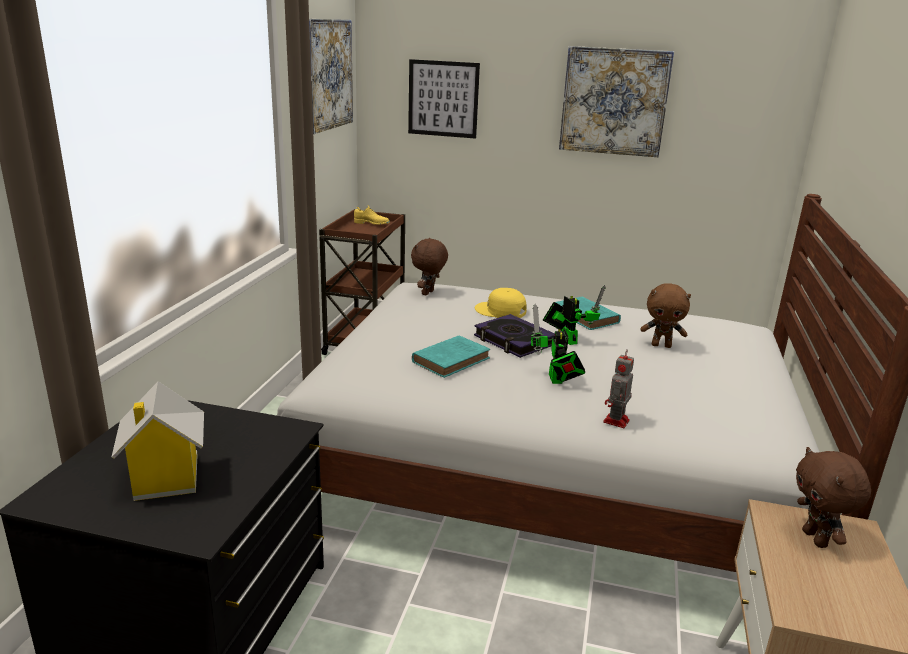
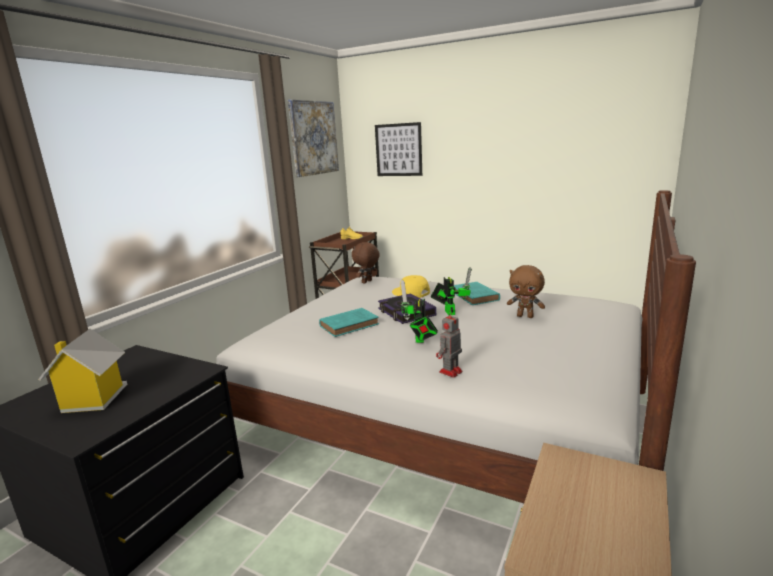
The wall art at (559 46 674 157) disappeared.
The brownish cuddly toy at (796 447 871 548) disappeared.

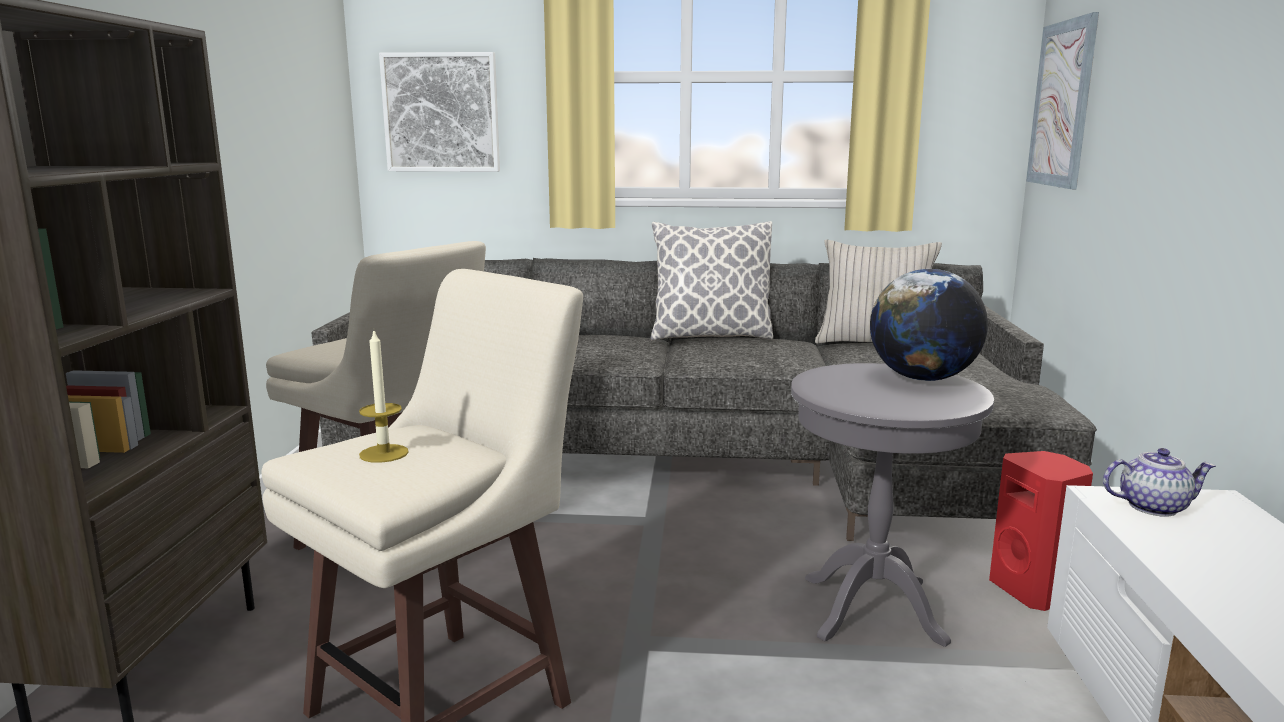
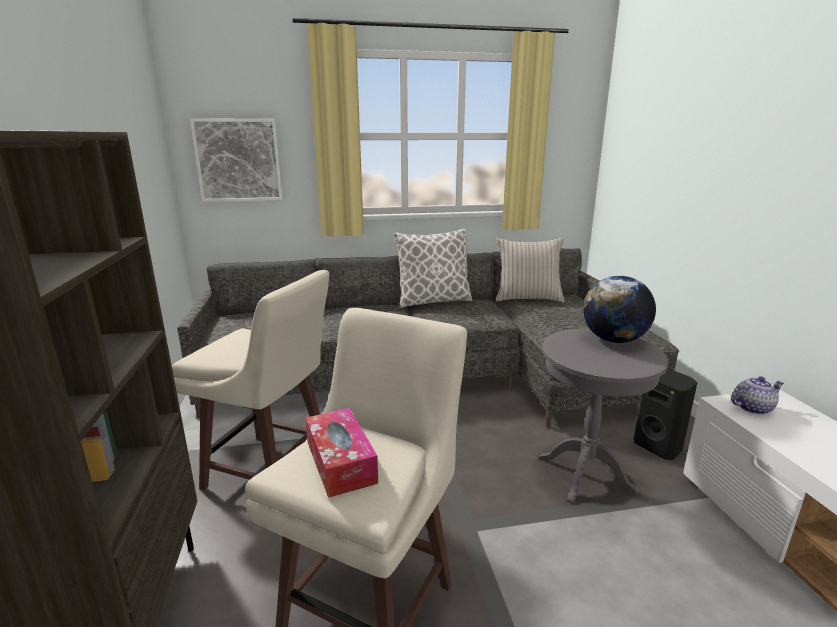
The candle at (359 331 409 463) was replaced by the box of tissues at (305 408 378 498).
The red-coloured speaker at (989 451 1093 611) became the black speaker at (634 370 697 460).
The wall art at (1026 12 1099 189) disappeared.

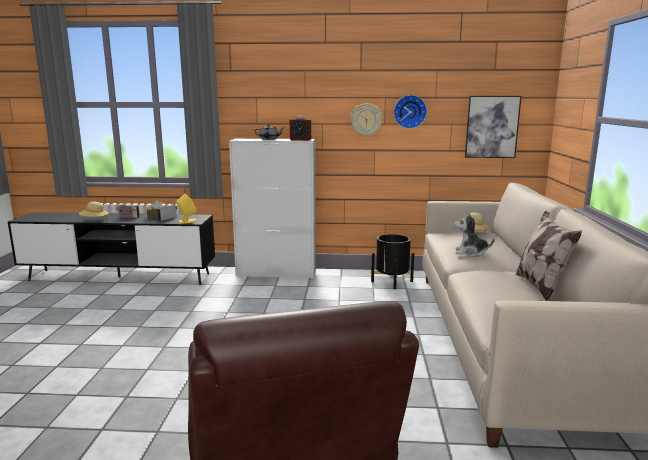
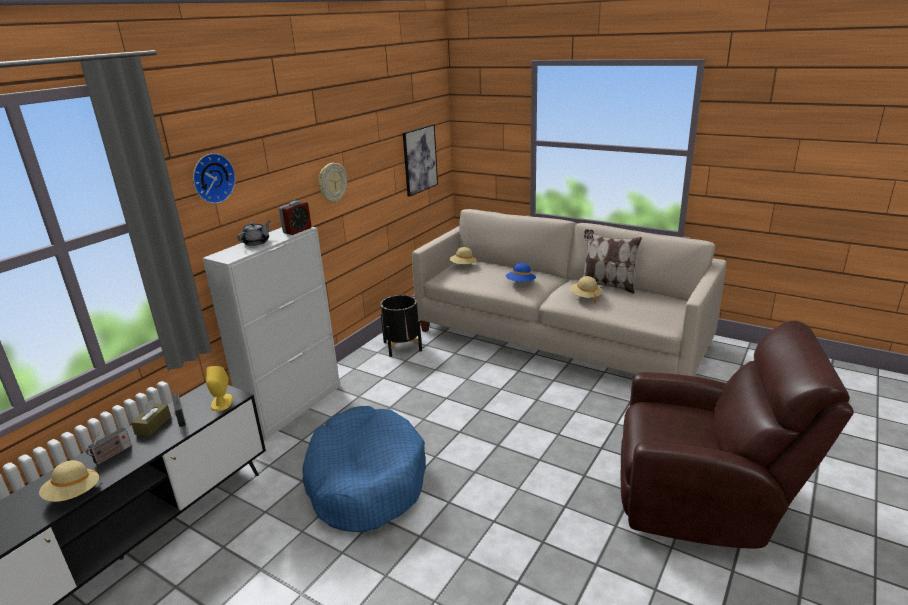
The wall clock moved from (394 95 427 129) to (193 153 236 204).
The blue dog cushion at (302 406 426 533) appeared.
The cuddly toy at (454 213 495 257) was replaced by the blue hat at (506 263 536 282).
The beige hat at (570 276 602 303) appeared.

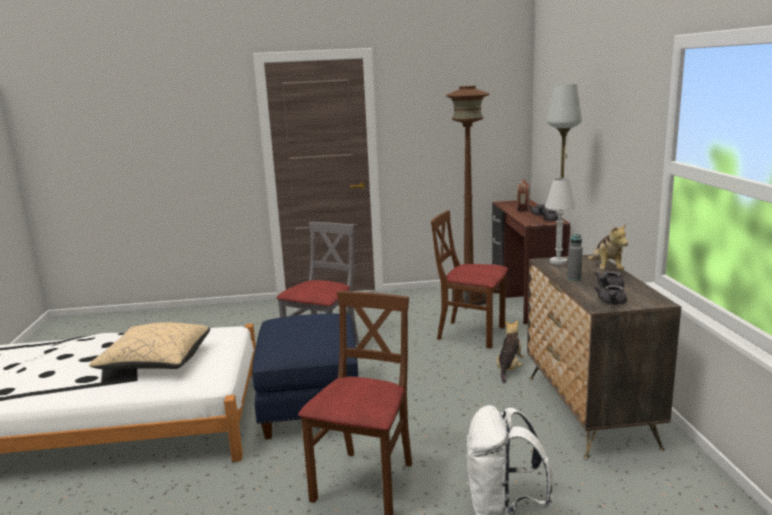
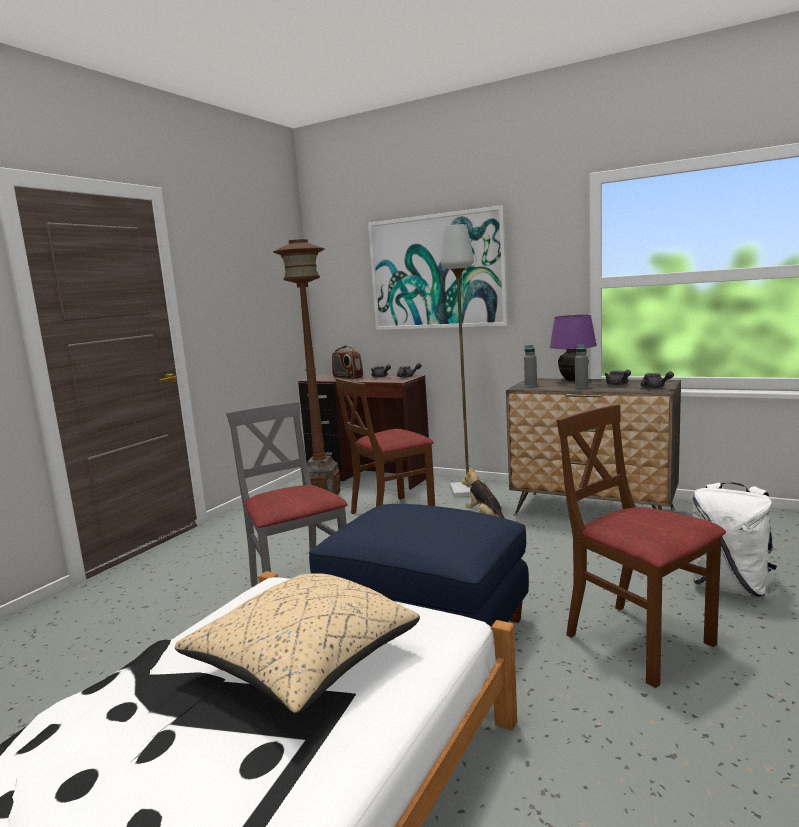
The wall art at (368 205 509 330) appeared.
The whitish lamp for a table at (545 178 576 265) was replaced by the gray bottle at (524 345 537 387).
The cuddly toy at (588 224 628 270) was replaced by the purplish lamp for a table at (550 315 597 381).

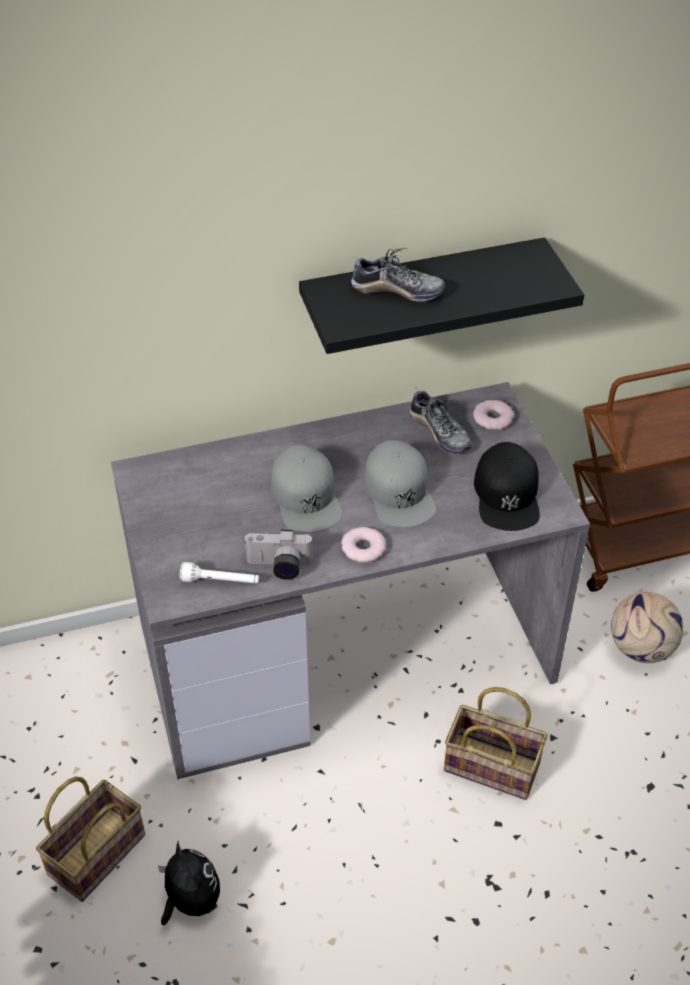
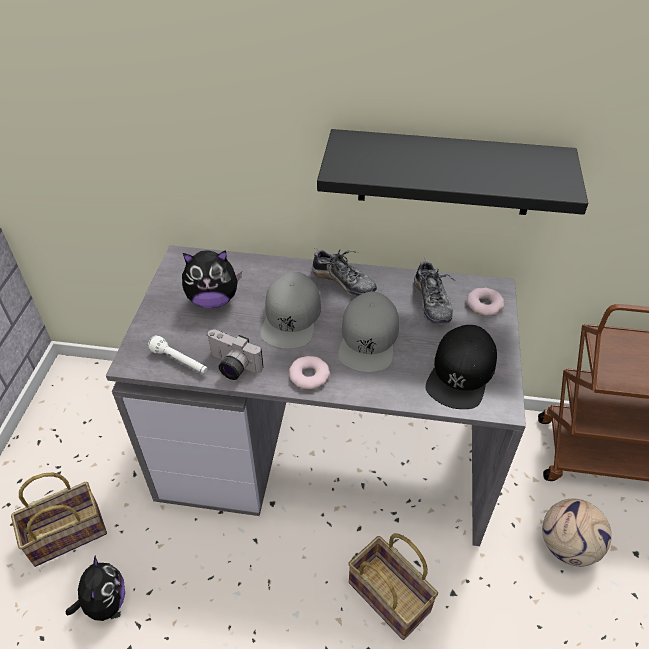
The cuddly toy at (182 250 242 308) appeared.
The item of footwear moved from (351 248 446 302) to (312 248 377 297).

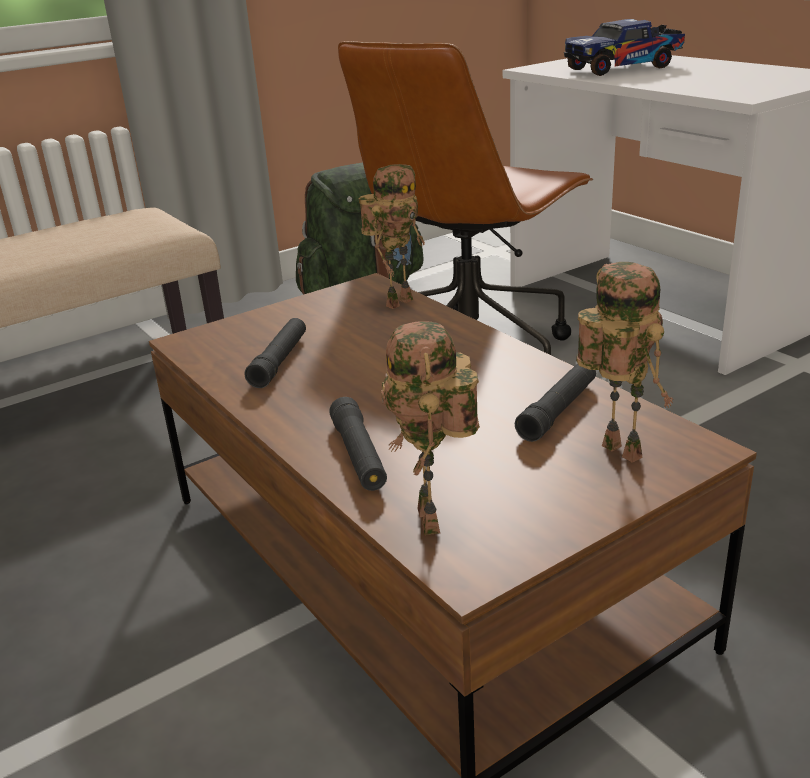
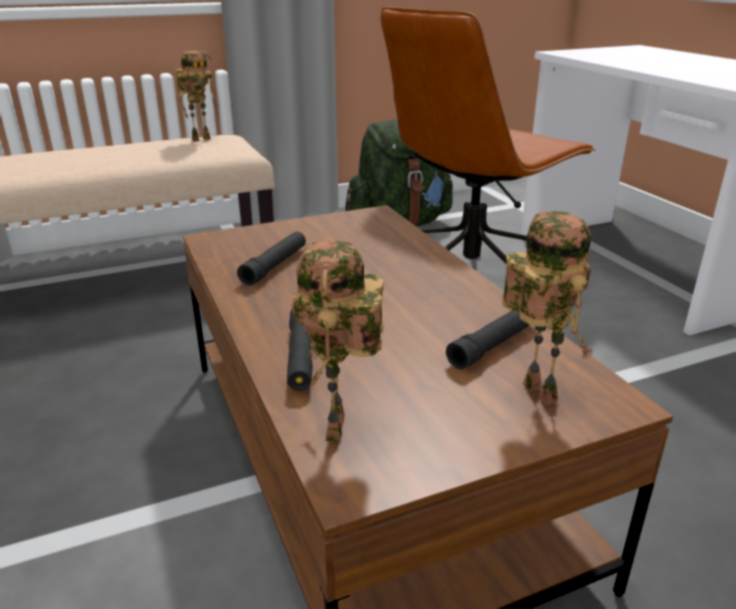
The robot figure moved from (359 164 425 309) to (175 50 217 142).
The toy truck at (564 19 685 76) disappeared.

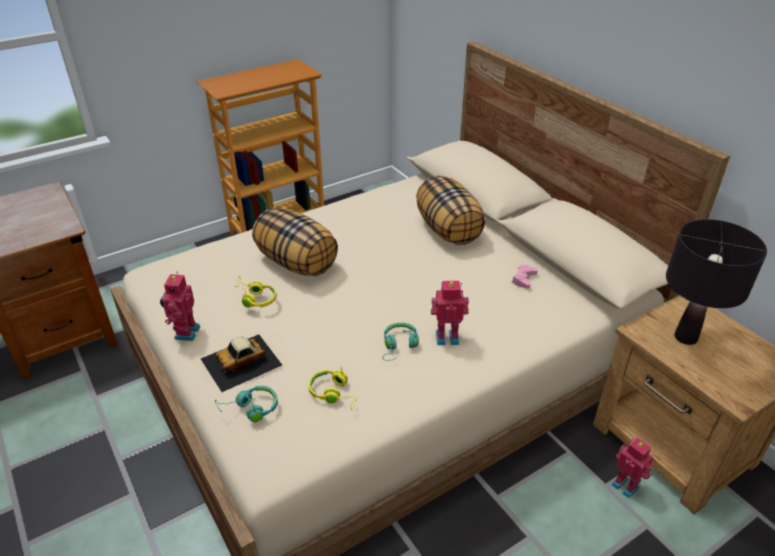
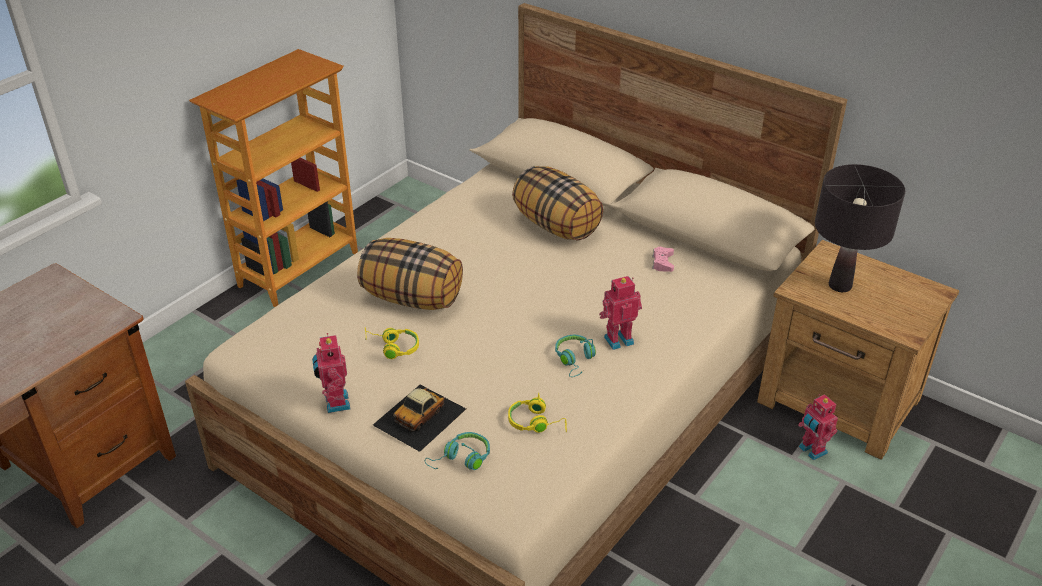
The robot figure at (611 438 654 498) turned 150 degrees counterclockwise.

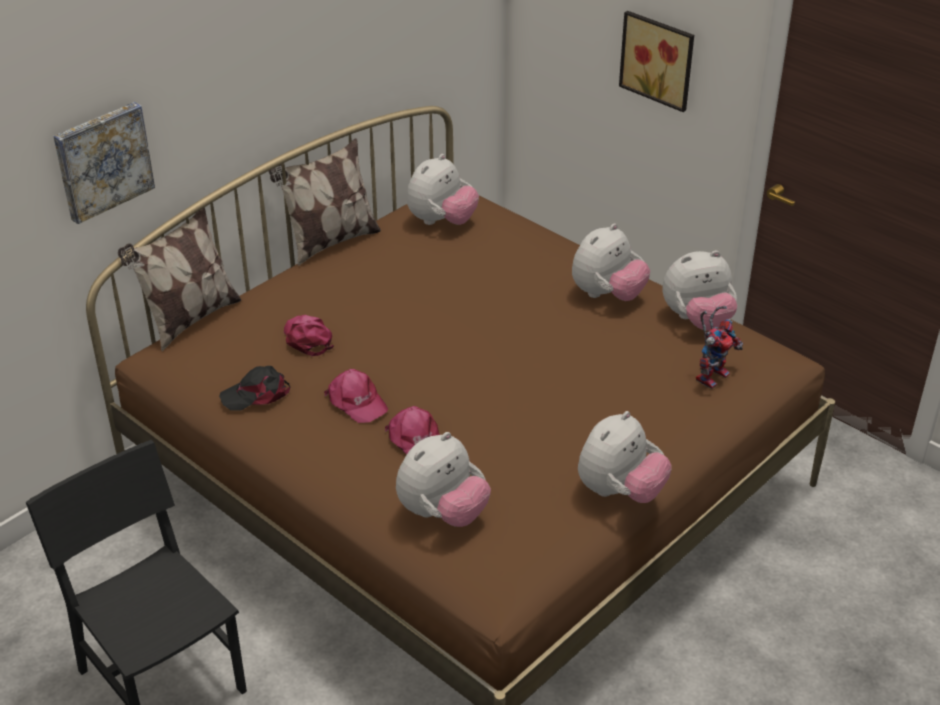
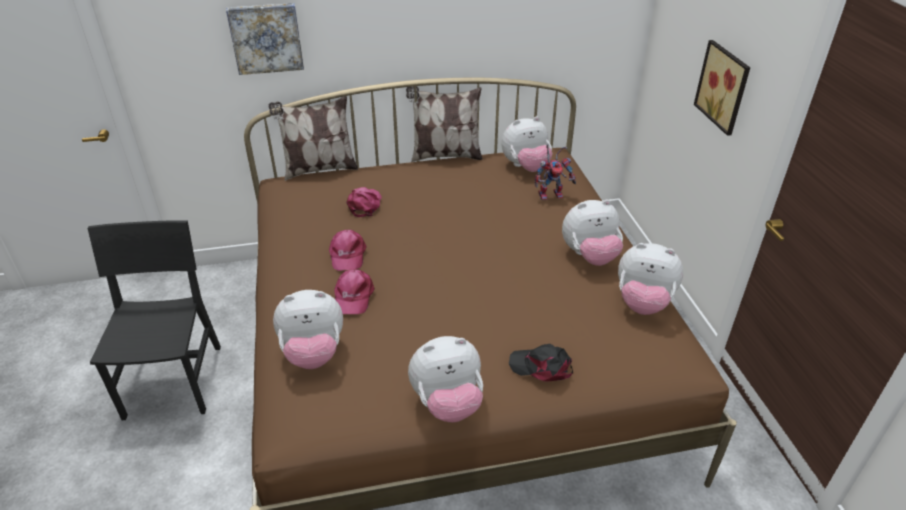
The black baseball cap moved from (219 366 290 411) to (509 344 573 382).
The robot figure moved from (696 306 743 389) to (534 144 576 200).

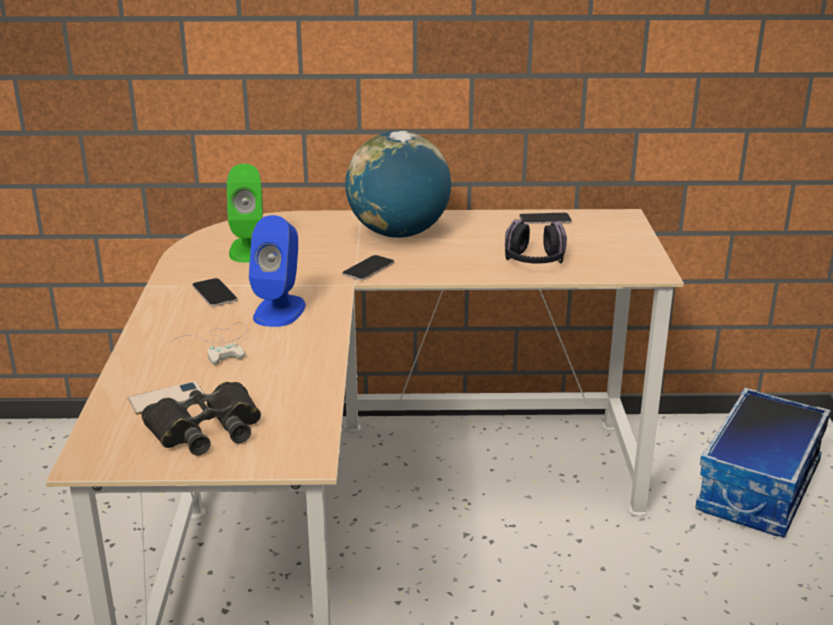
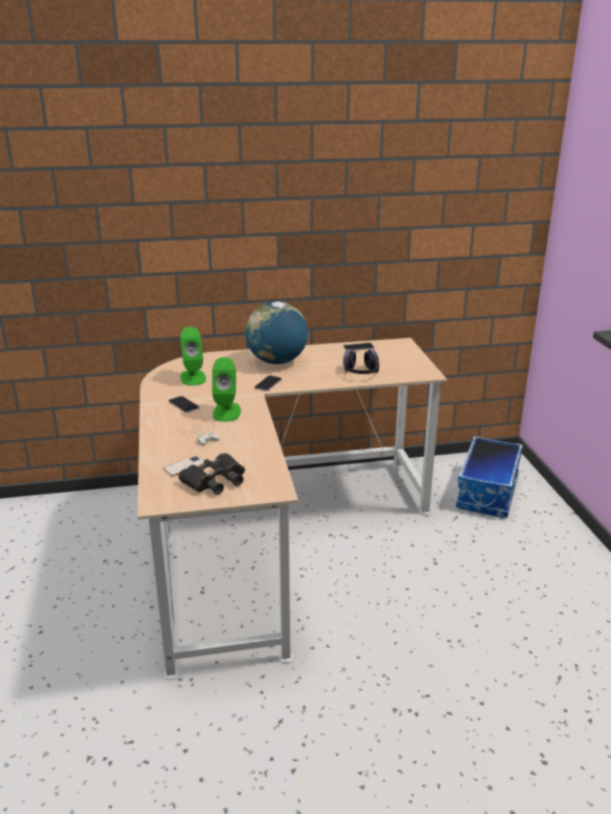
The blue speaker at (249 215 306 327) became the green-coloured speaker at (212 357 241 422).

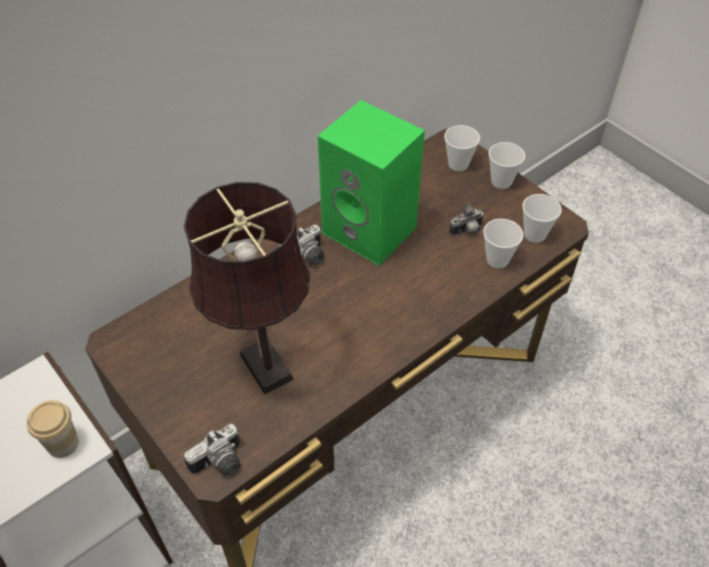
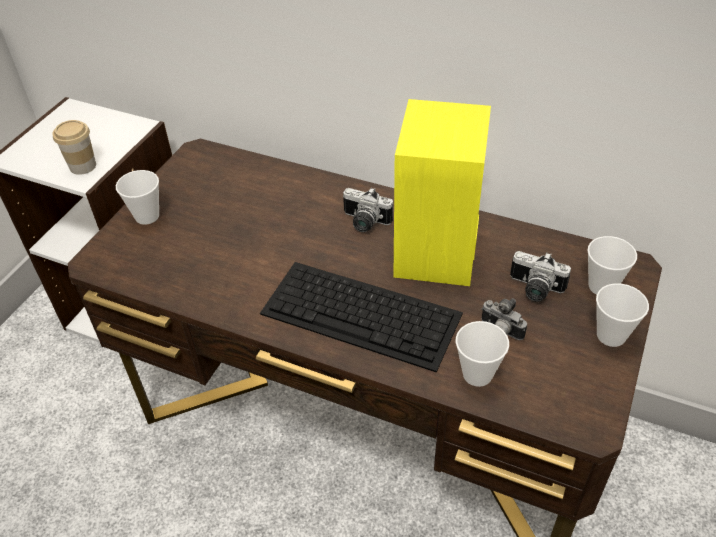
The drinking cup moved from (522 194 562 243) to (116 170 159 225).
The computer keyboard at (260 262 463 373) appeared.
The green-coloured speaker at (318 100 425 266) became the yellowish speaker at (393 99 491 286).
The still camera moved from (184 424 240 477) to (510 251 571 302).
The brownish lamp for a table at (184 182 310 395) disappeared.

